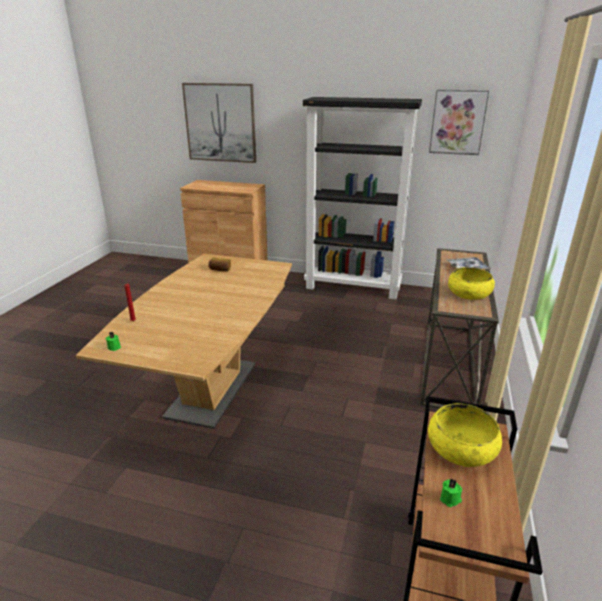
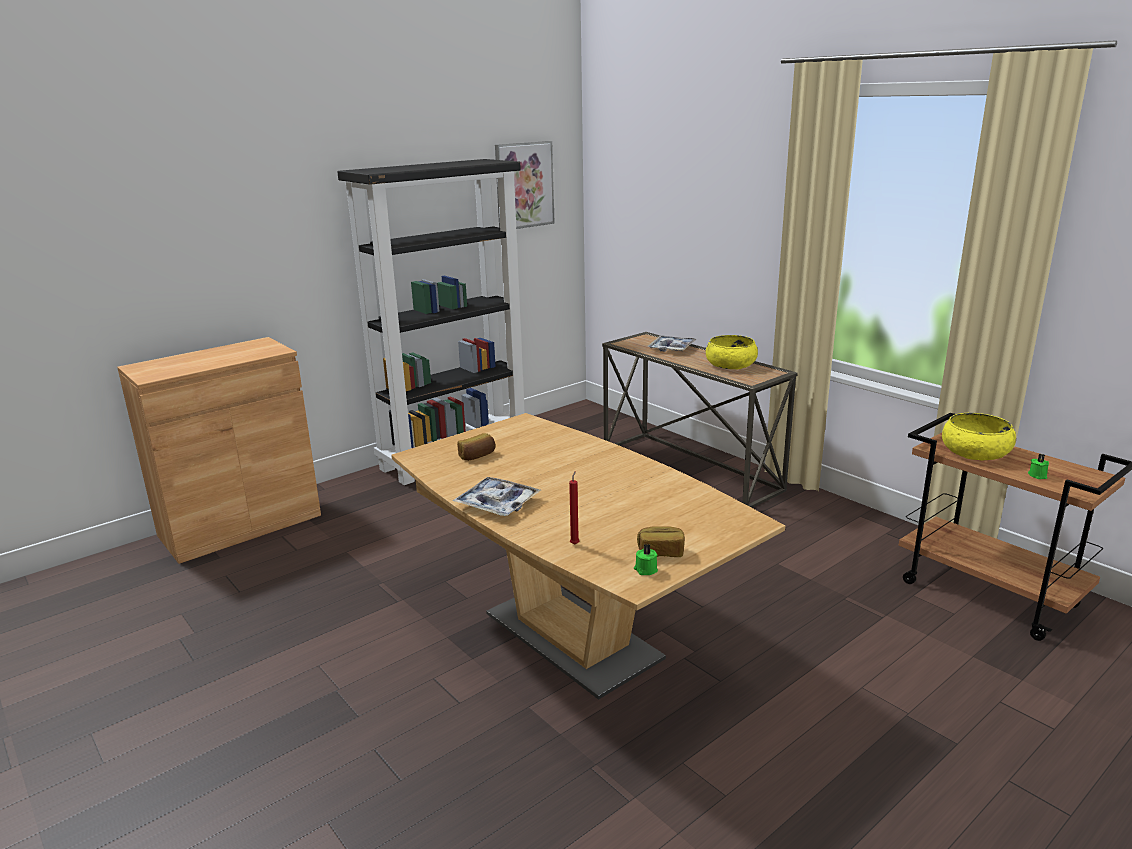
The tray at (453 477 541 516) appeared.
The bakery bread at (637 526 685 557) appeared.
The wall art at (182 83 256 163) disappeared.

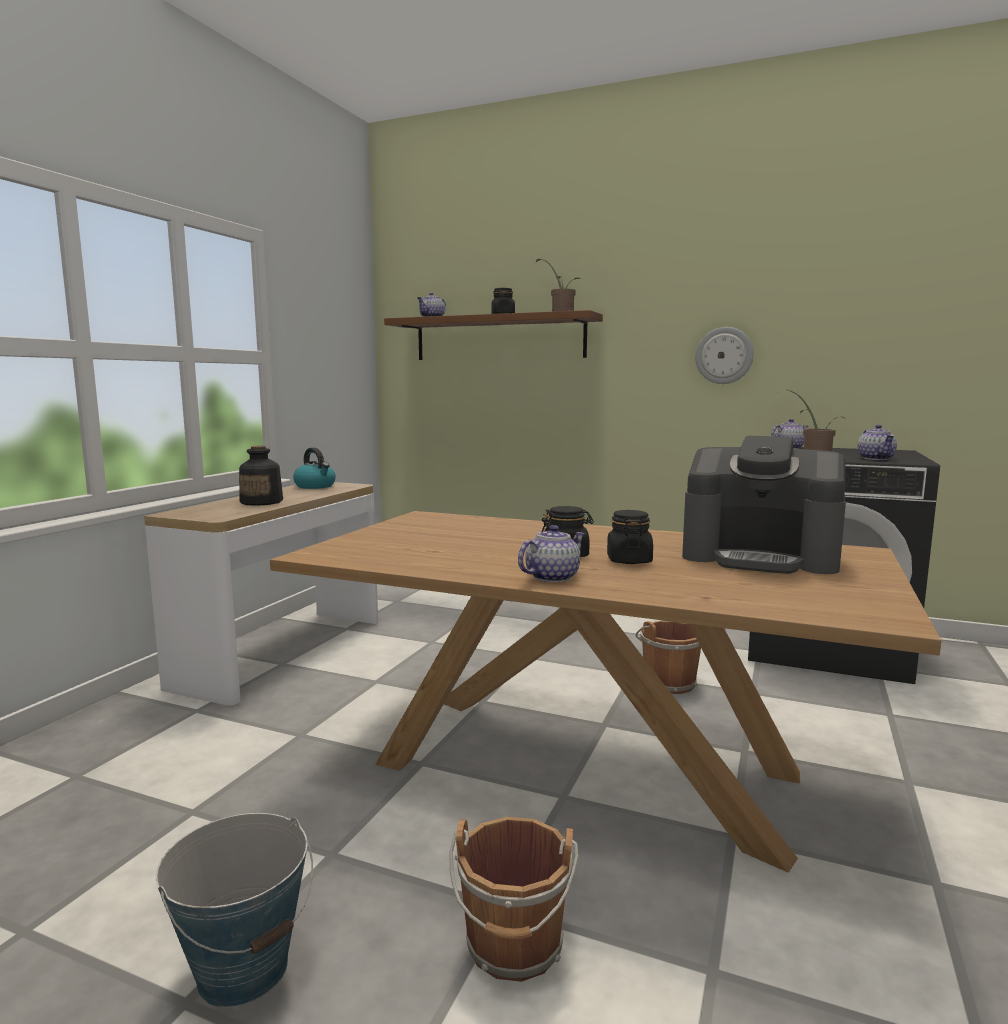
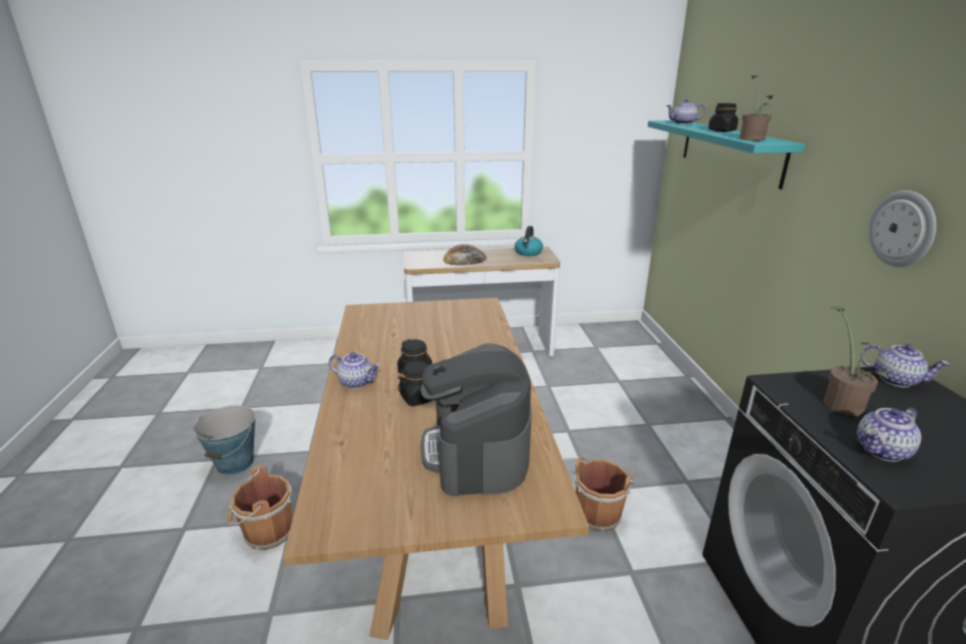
The bottle at (239 446 283 506) was replaced by the bakery bread at (443 244 487 265).
The brownish bracket shelf at (384 310 603 360) became the turquoise bracket shelf at (648 120 805 189).

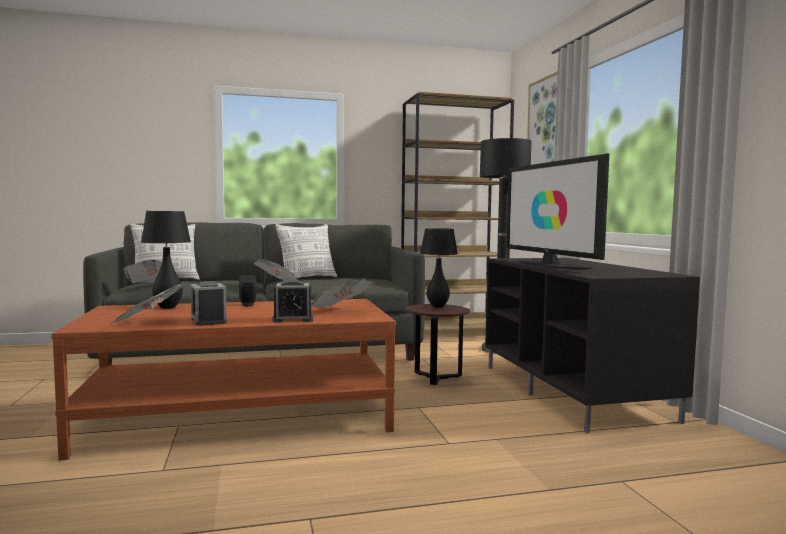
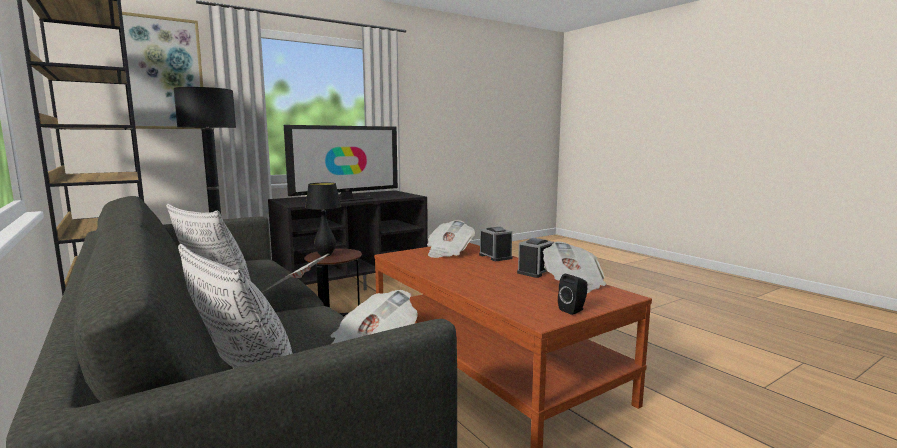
The black speaker moved from (239 275 256 306) to (558 274 588 315).
The black lamp for a table at (141 211 191 309) disappeared.

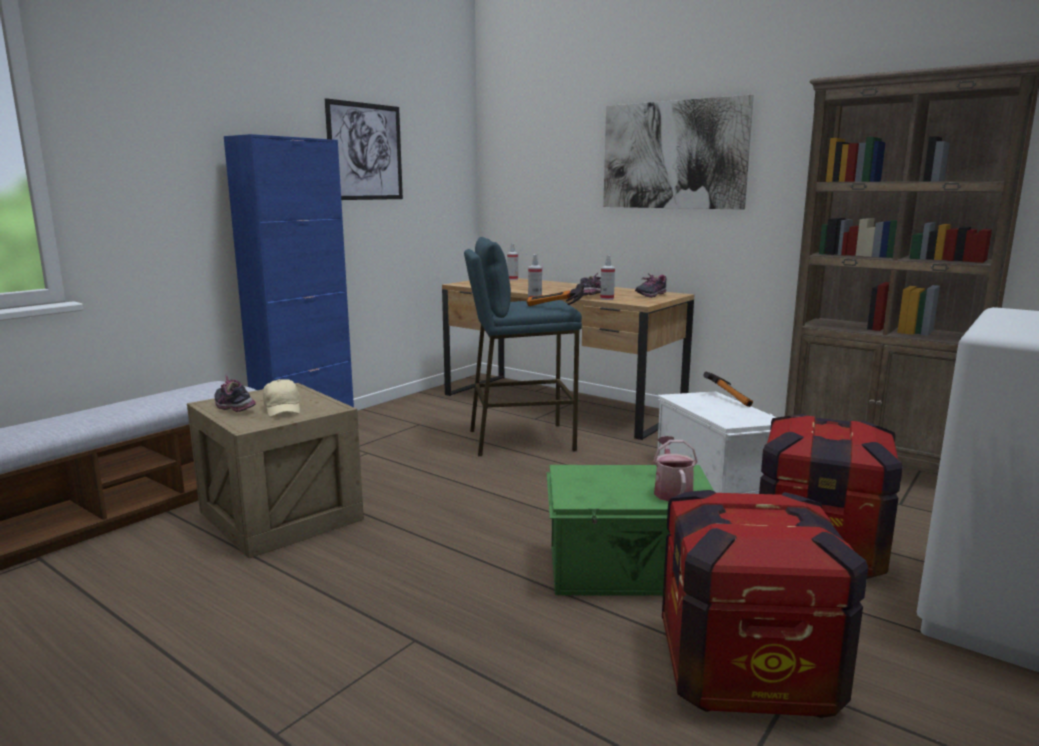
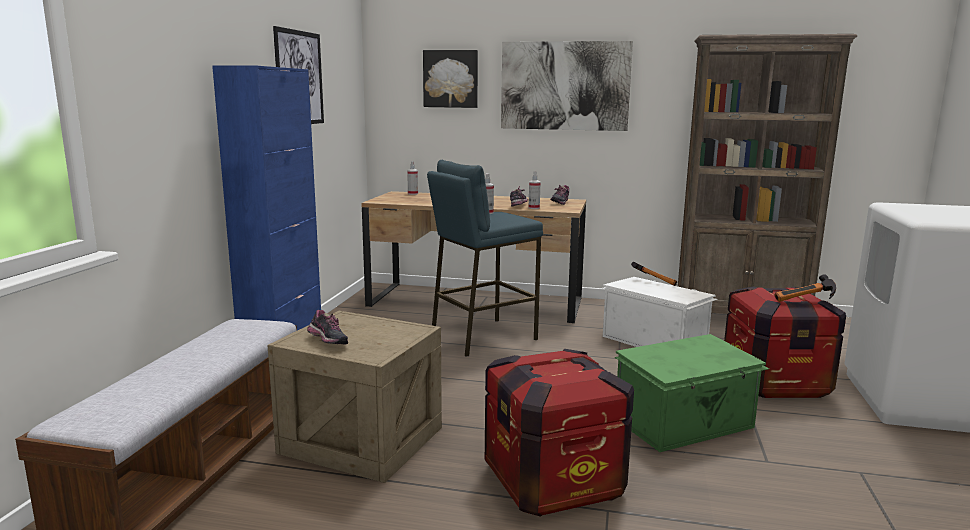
The item of footwear at (215 375 256 412) turned 150 degrees counterclockwise.
The wall art at (423 50 478 108) appeared.
The crate moved from (662 490 868 718) to (485 349 634 517).
The tool hammer moved from (526 284 584 306) to (774 274 836 302).
The beige baseball cap at (263 379 300 417) disappeared.
The watering pot at (653 436 698 501) disappeared.

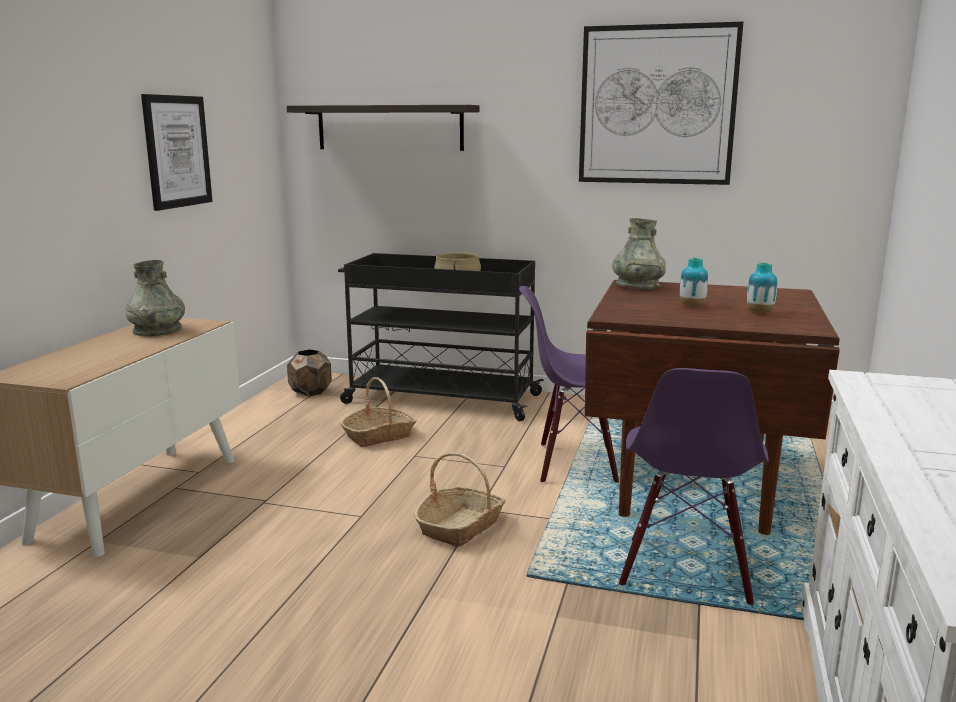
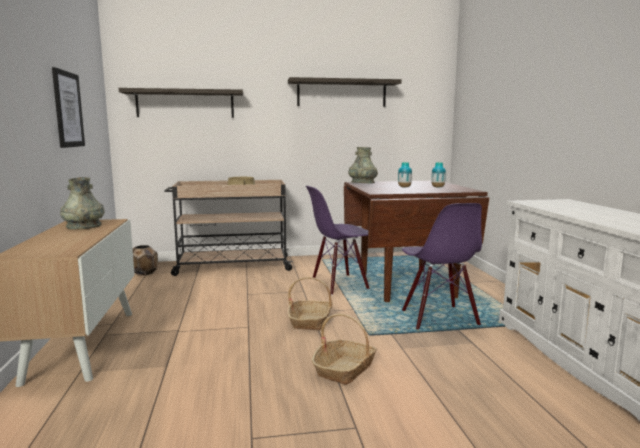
The black cart at (338 253 544 421) became the beige cart at (164 180 293 276).
The wall art at (579 22 743 185) was replaced by the bracket shelf at (288 77 402 107).
The household basket moved from (340 377 417 447) to (312 314 377 385).

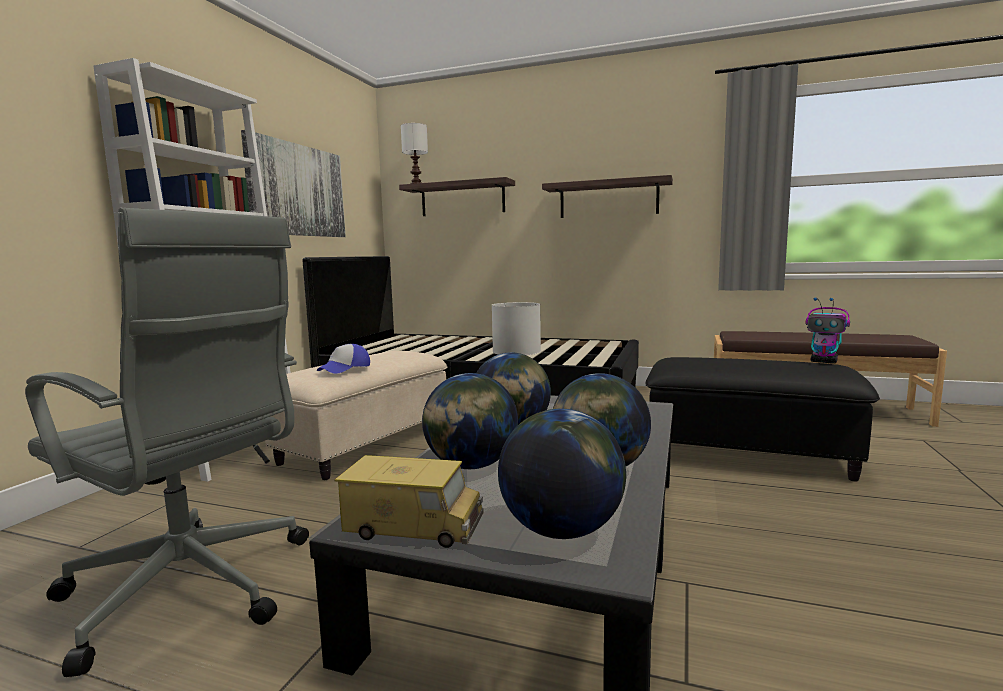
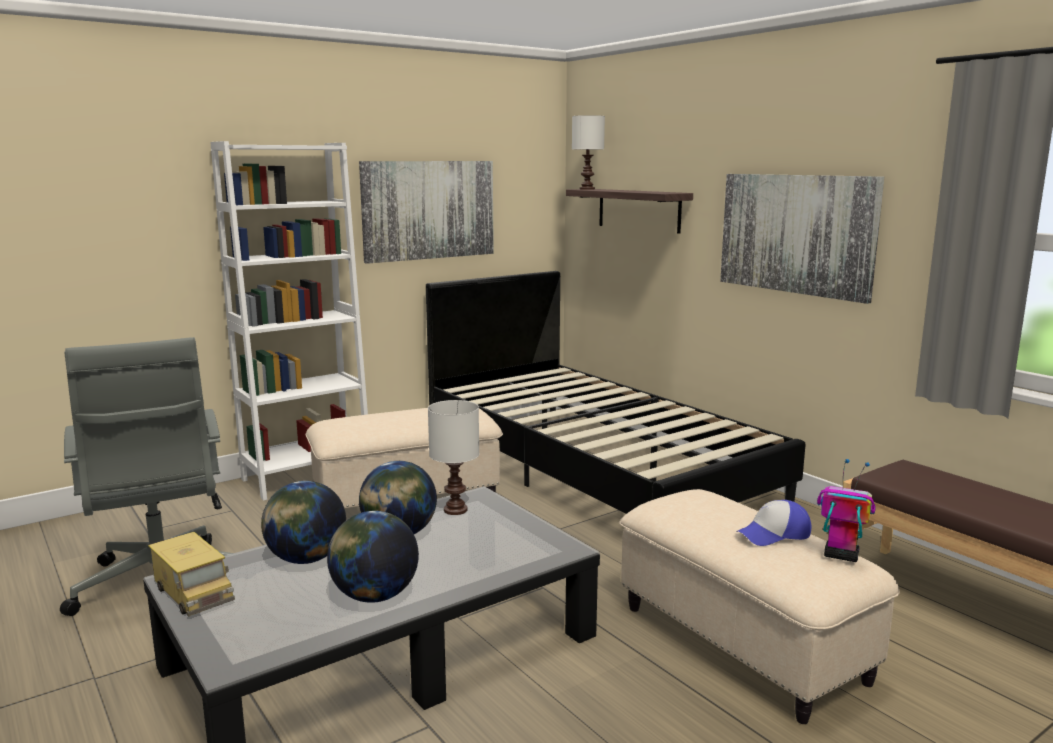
The black footrest at (646 357 880 482) became the beige footrest at (620 489 900 724).
The bracket shelf at (542 175 673 218) was replaced by the wall art at (720 174 884 304).
The baseball cap moved from (317 344 370 374) to (736 500 811 546).
The robot figure at (806 298 850 364) turned 135 degrees clockwise.
The world globe at (498 409 626 539) disappeared.

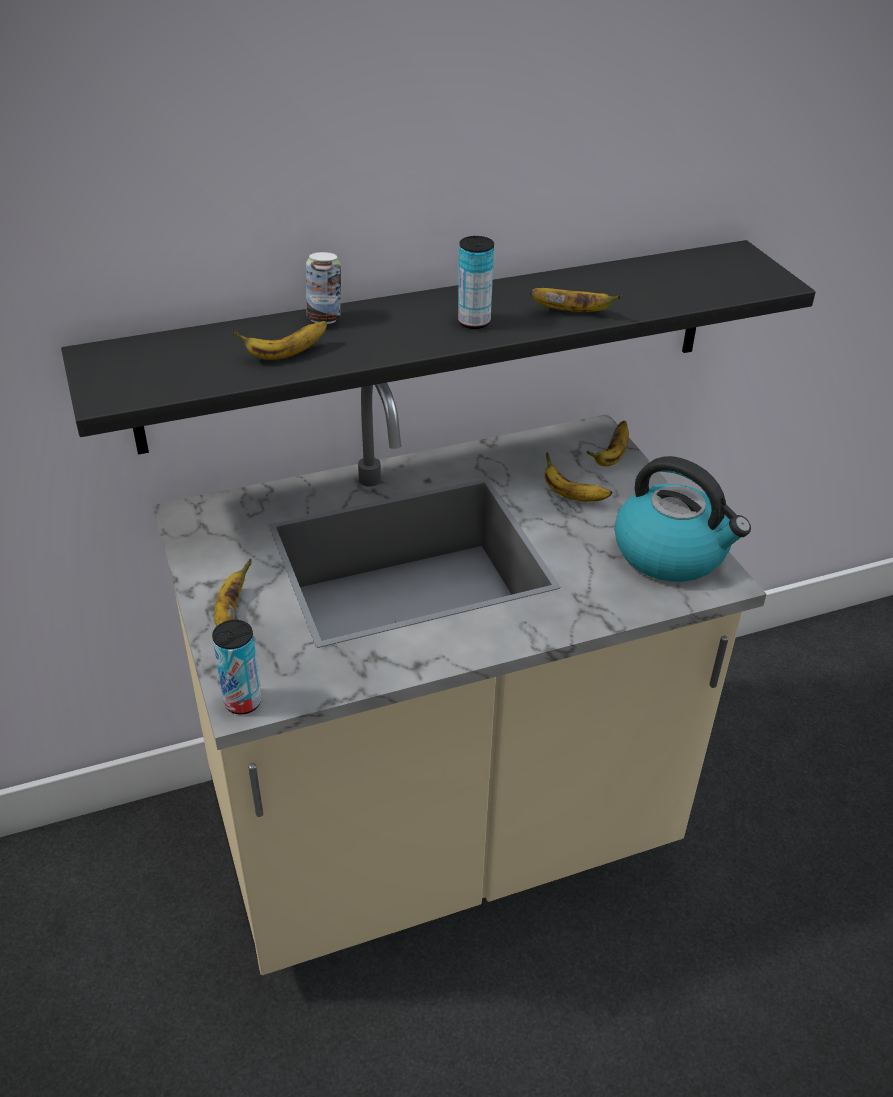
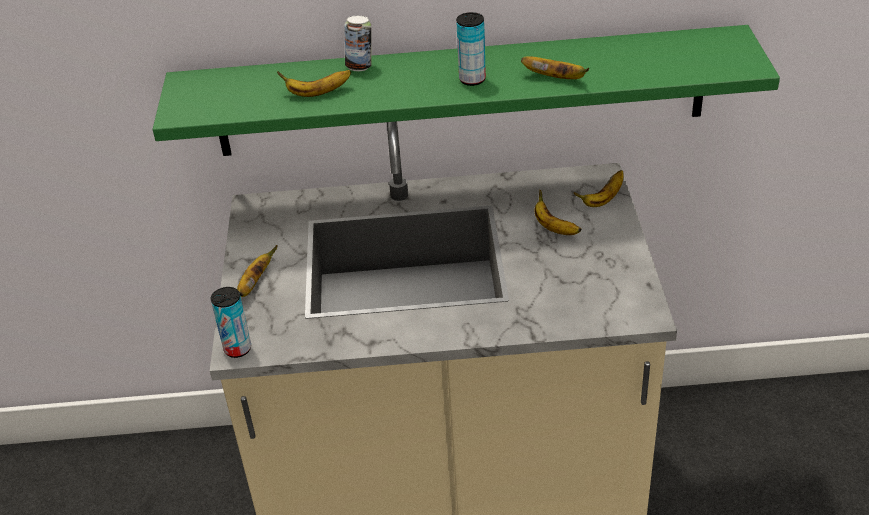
The black bracket shelf at (61 240 816 455) became the green-coloured bracket shelf at (152 25 780 156).
The kettle at (614 456 751 582) disappeared.

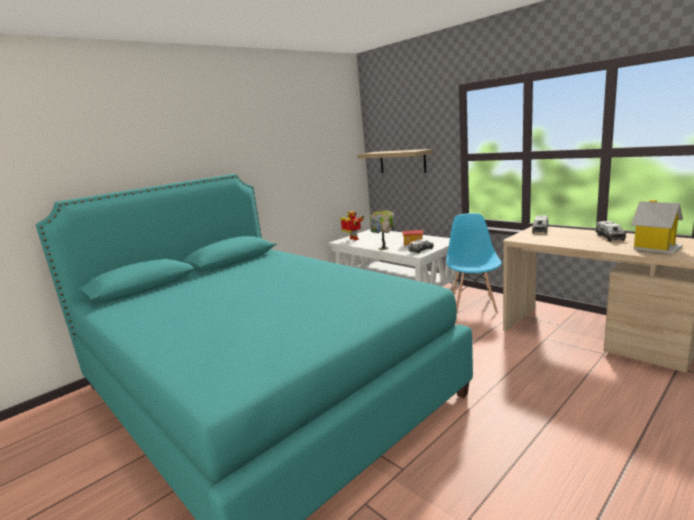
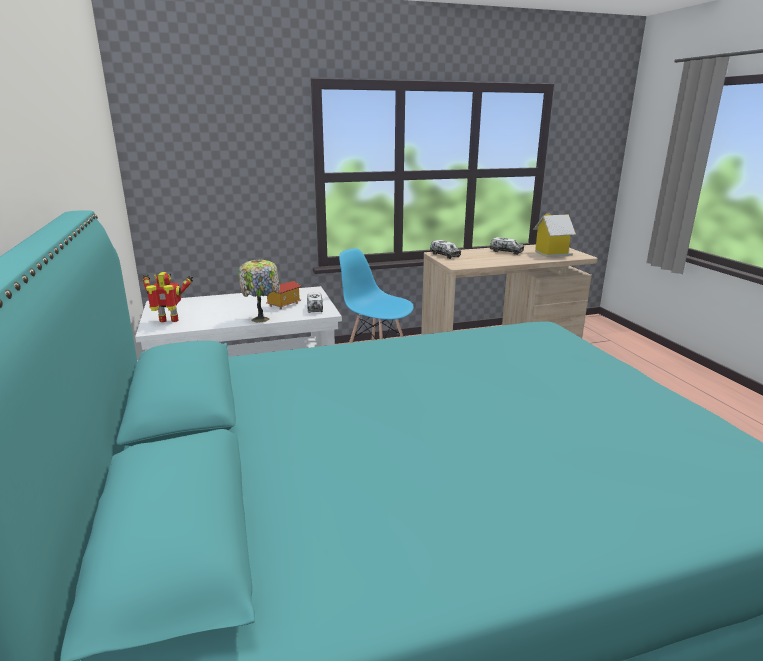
The bracket shelf at (357 149 433 173) disappeared.

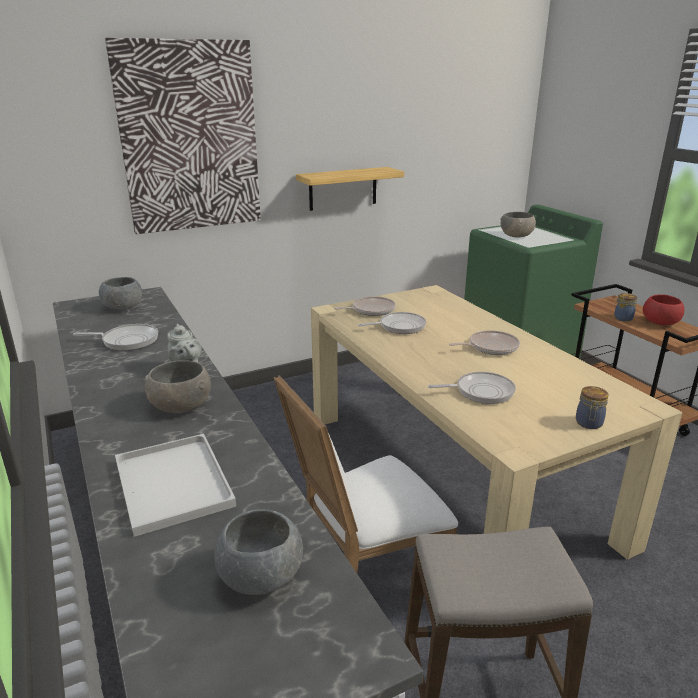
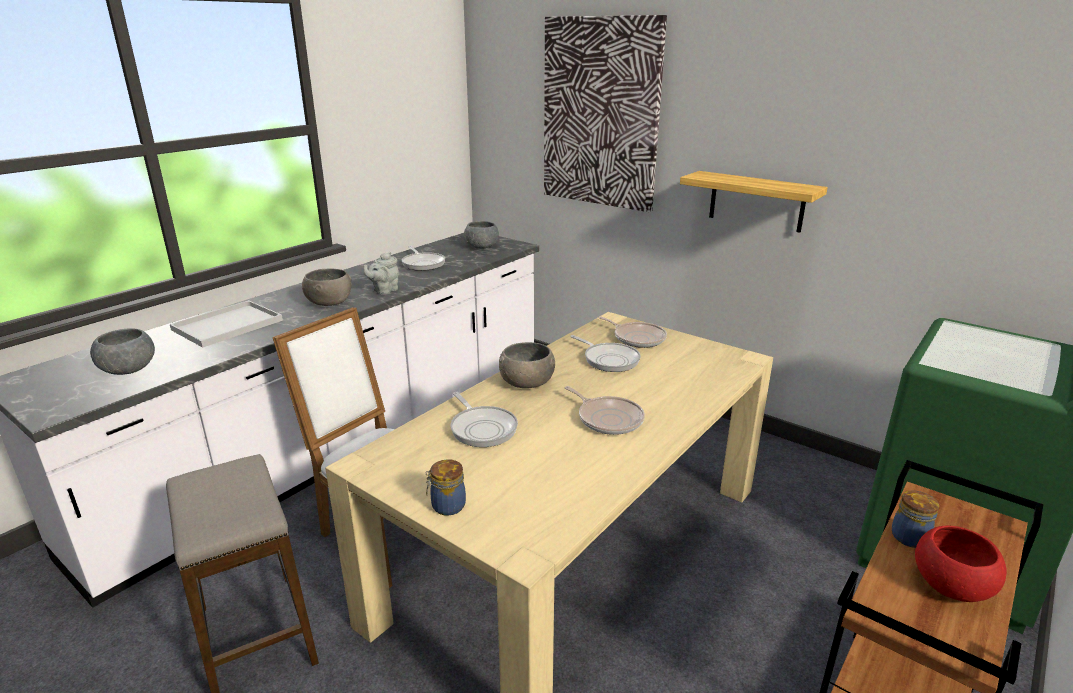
The gray serving bowl moved from (500 212 536 238) to (499 342 555 388).

